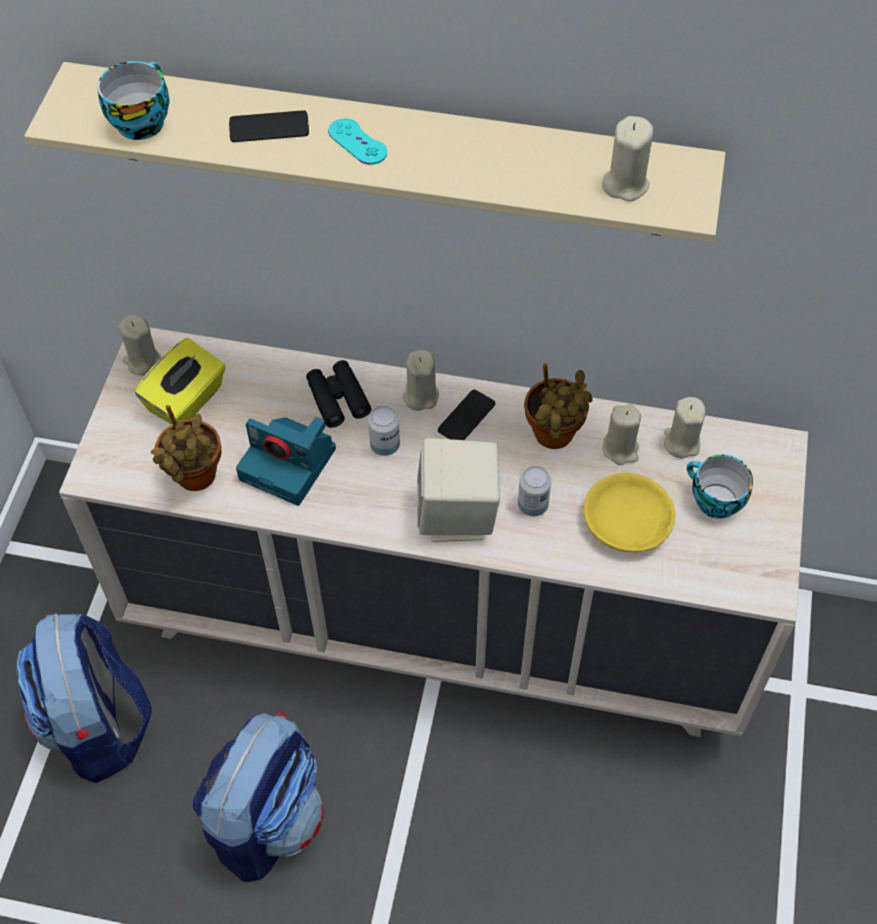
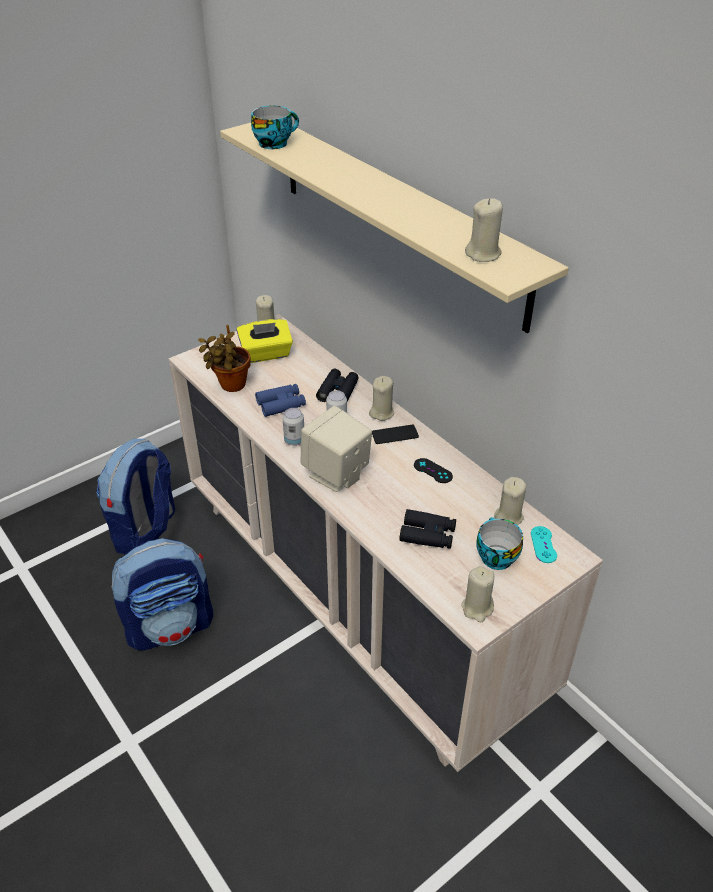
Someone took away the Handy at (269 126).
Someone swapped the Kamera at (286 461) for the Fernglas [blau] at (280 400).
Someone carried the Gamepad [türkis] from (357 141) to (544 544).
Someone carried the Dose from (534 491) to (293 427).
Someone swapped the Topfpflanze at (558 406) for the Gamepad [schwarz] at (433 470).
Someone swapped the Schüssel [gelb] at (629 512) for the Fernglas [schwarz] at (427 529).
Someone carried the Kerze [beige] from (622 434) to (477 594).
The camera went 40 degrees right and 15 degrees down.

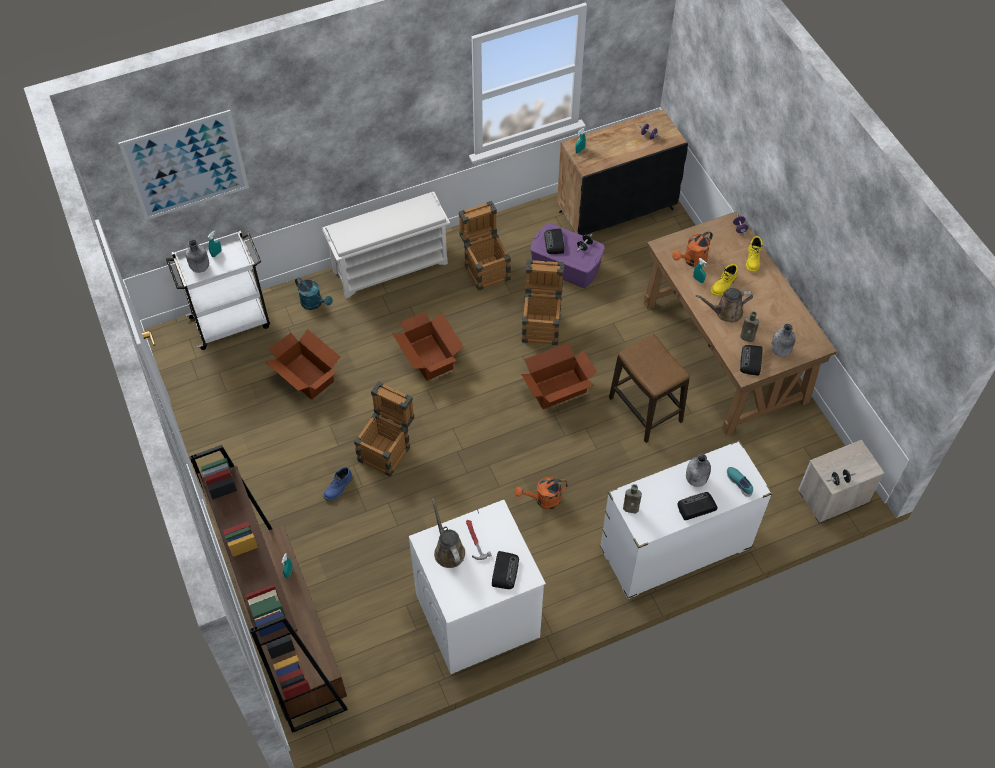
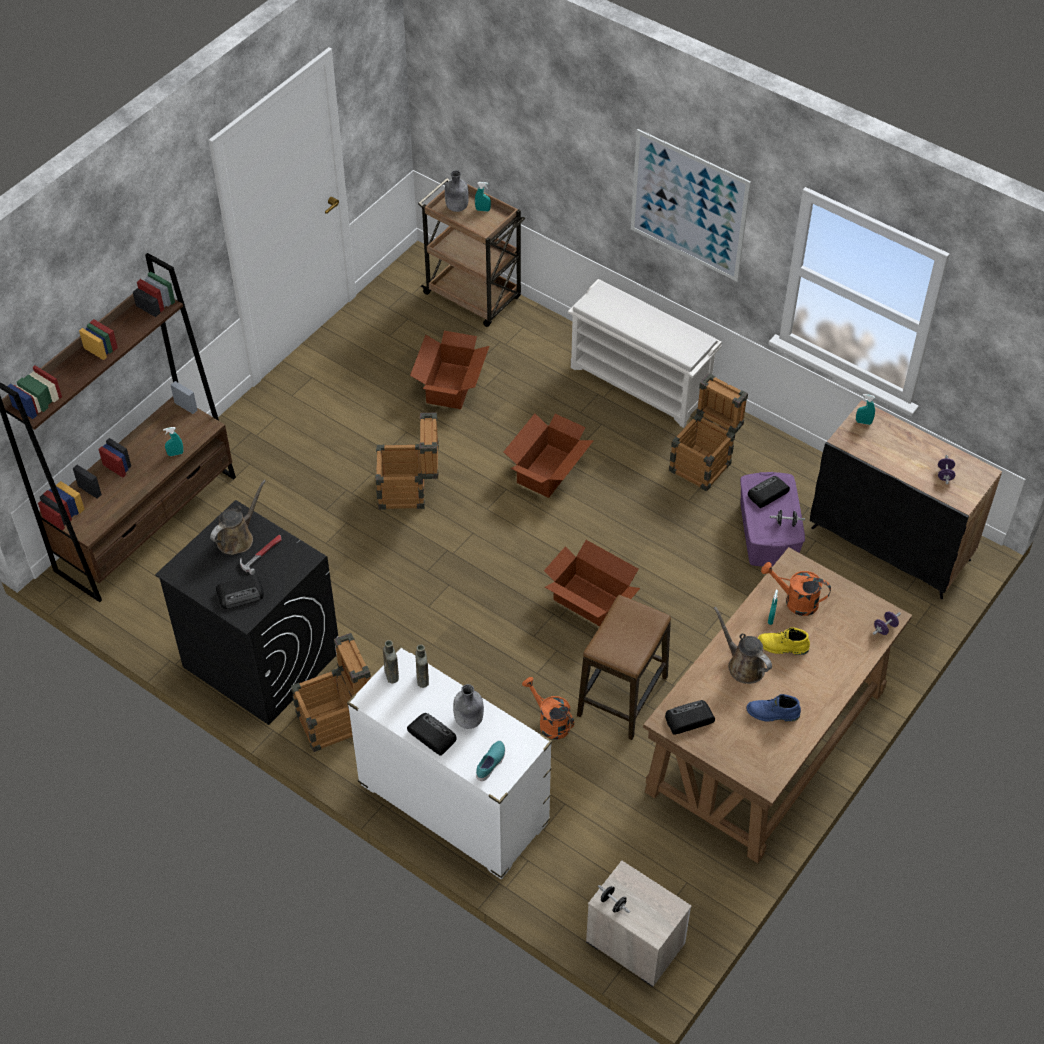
Someone carried the Bild from (183 165) to (691 205).
Someone repainted the Rollwagen [weiß] at (218 290), which became the Rollwagen [braun] at (471 252).
Someone took away the Gießkanne [türkis] at (314 293).
Someone carried the Stiefel [blau] from (337 483) to (773 708).
Someone repainted the Waschmaschine [weiß] at (477 587), which became the Waschmaschine [schwarz] at (246 612).
Someone carried the Gießkanne [orange] from (541 493) to (548 708).
Someone carried the Kiste from (543 302) to (331 692).
Someone carried the Flasche [braun] from (749 326) to (422 666).
Someone took away the Stiefel [gelb] at (754 254).
Someone took away the Flasche [grau] at (783 340).
The camera went 60 degrees right and 5 degrees down.

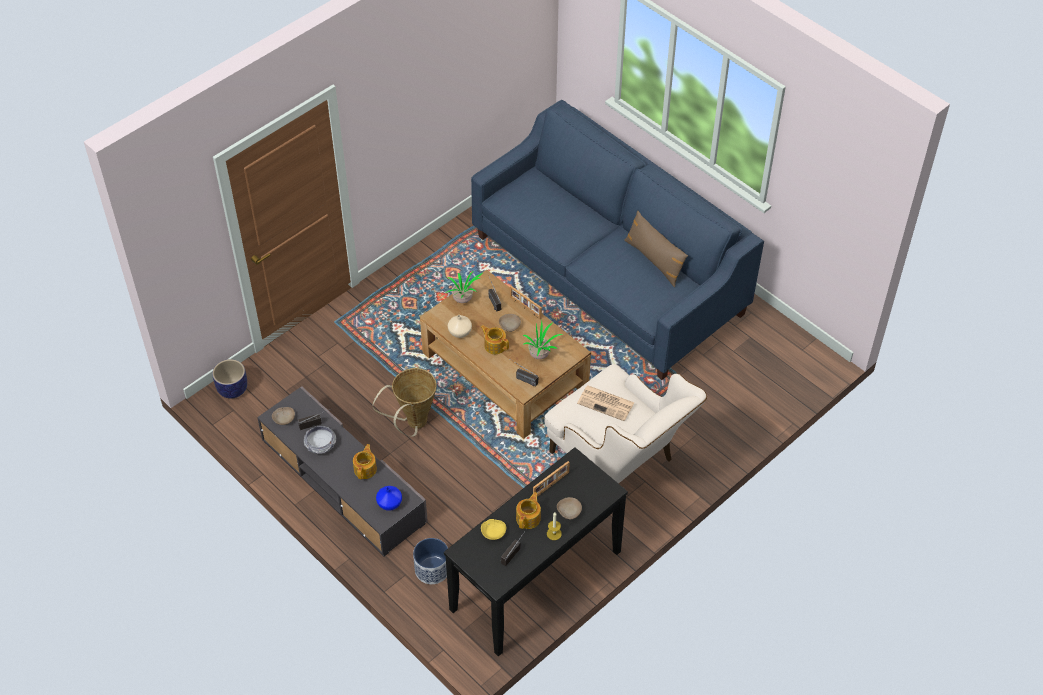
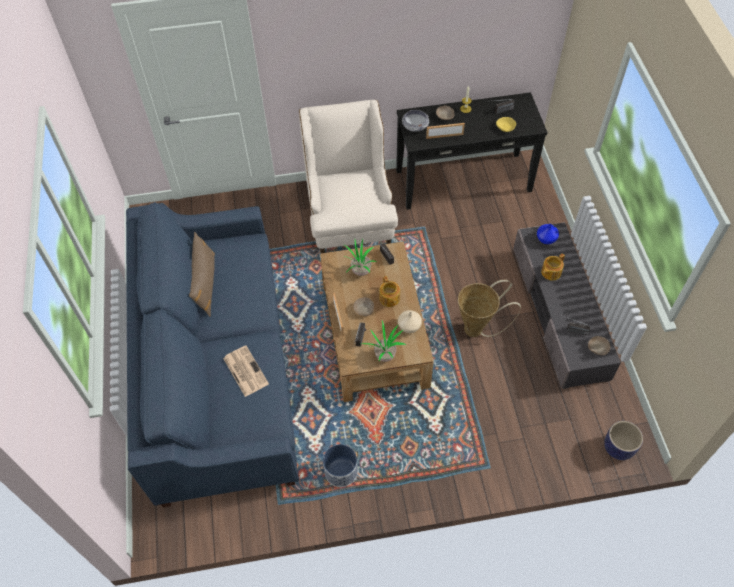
Someone carried the Schüssel from (320 440) to (415 121).
Someone carried the Pflanzkübel from (430 561) to (340 465).
Someone took away the Teekanne at (528 510).
Someone carried the Zeitung from (605 403) to (246 371).
The camera went 145 degrees left and 5 degrees up.

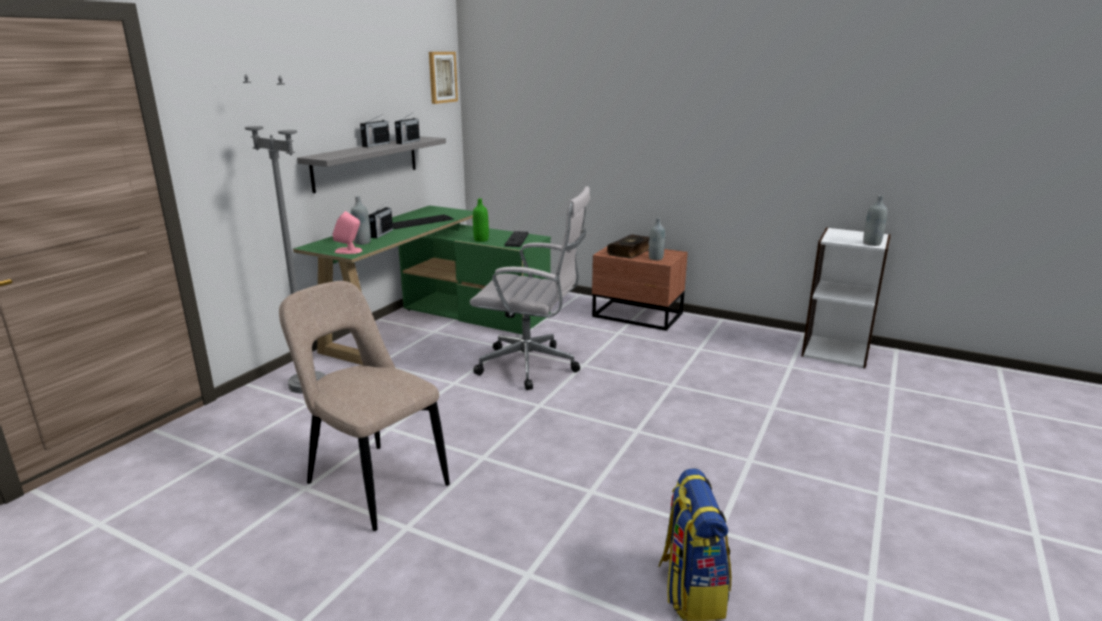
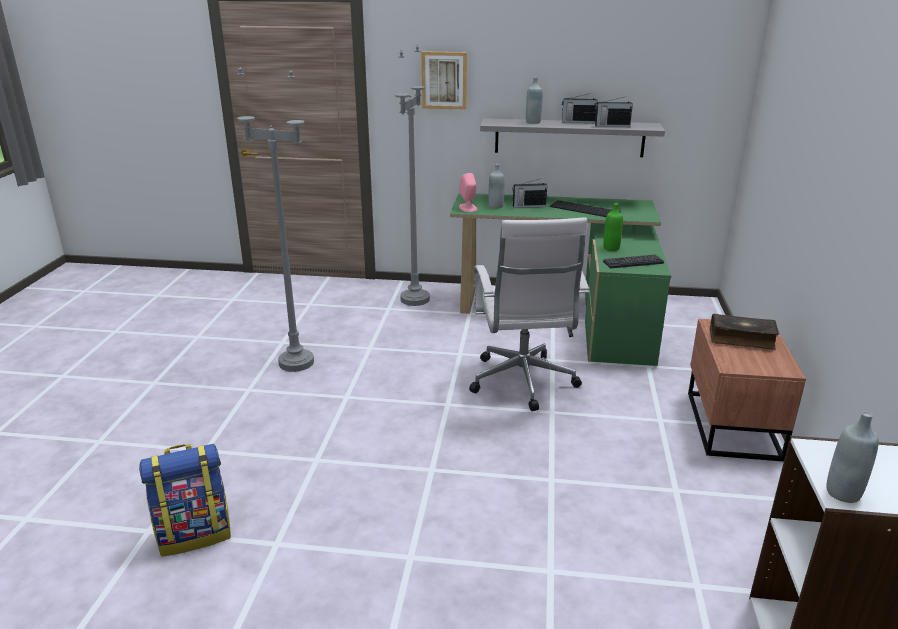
Someone swapped the Stuhl [beige] at (364 406) for the Stehlampe [grau] at (275 219).
Someone carried the Bild from (443 78) to (444 80).
Someone carried the Flasche [grau] from (657 239) to (534 100).
The camera went 70 degrees right and 5 degrees up.

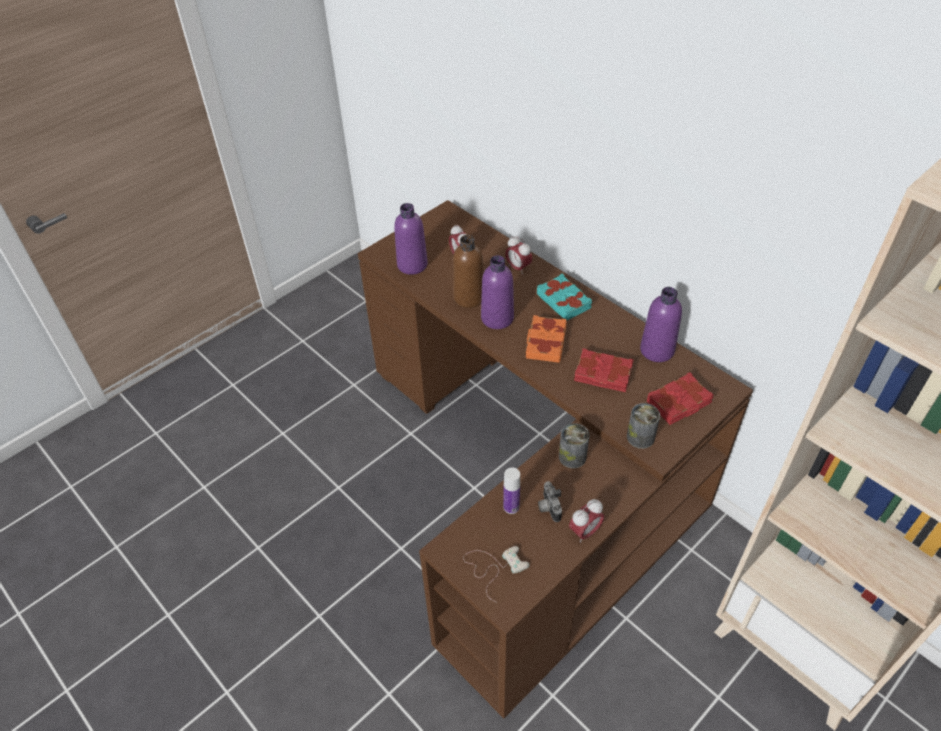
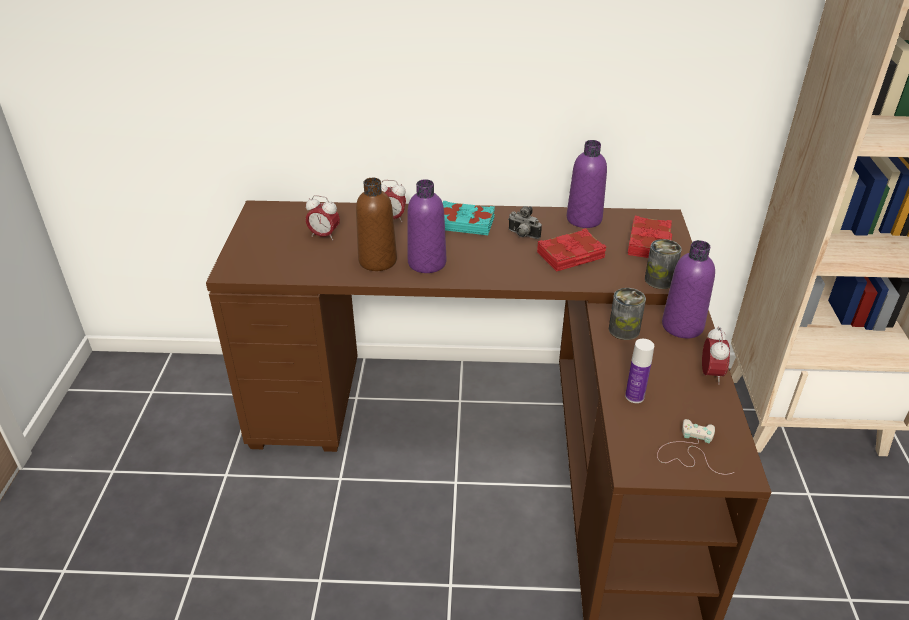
Someone carried the Flasche [lila] from (411 239) to (688 289).
Someone took away the Buch [orange] at (546 339).
Someone carried the Kamera from (550 501) to (525 222).
The camera went 45 degrees left and 10 degrees down.

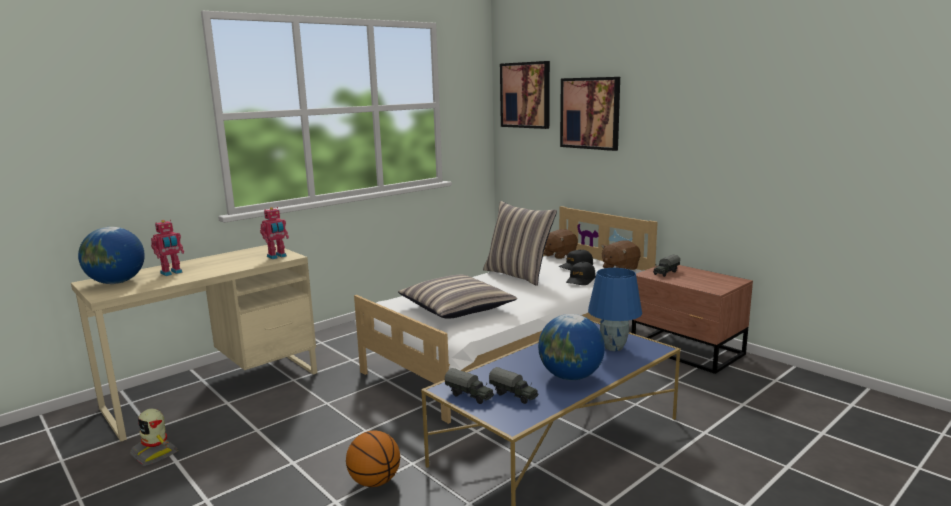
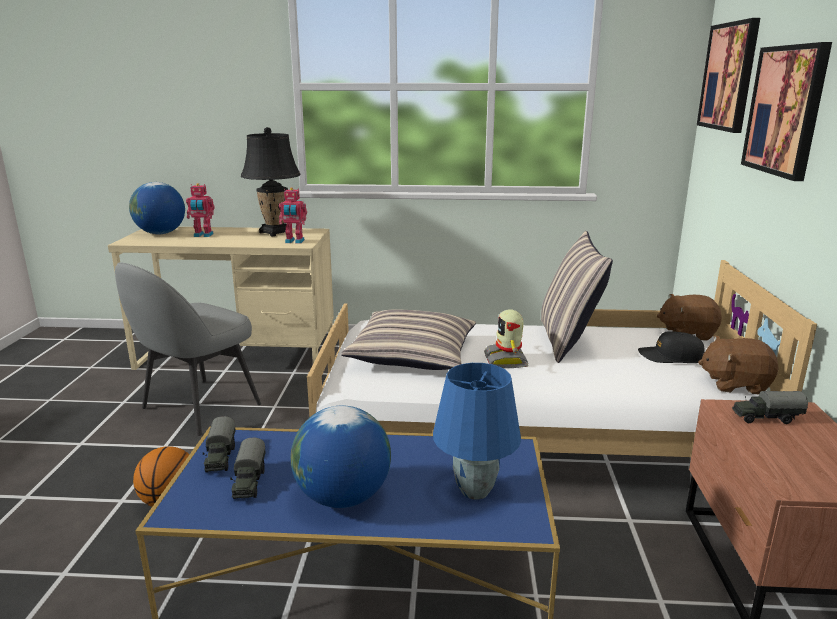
Someone carried the Spielzeugroboter from (154 437) to (506 338).
Someone took away the Kappe [schwarz] at (581 273).
Someone put down the Stuhl [grau] at (188 349).
Someone put down the Tischlampe [schwarz] at (271 182).
The camera went 45 degrees right and 5 degrees up.

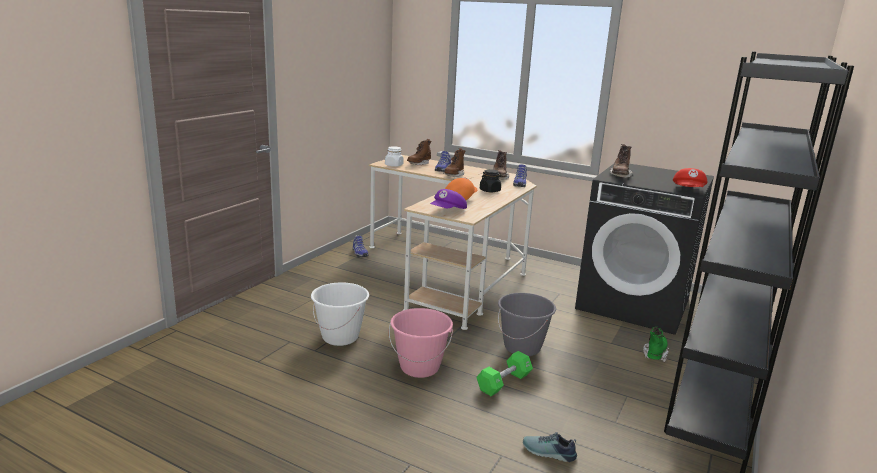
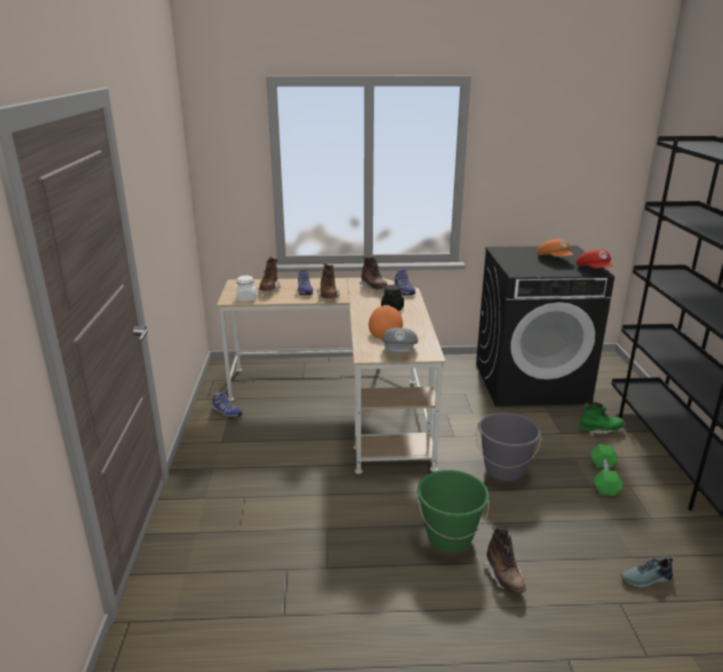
Someone took away the Eimer [weiß] at (340 314).
Someone repainted the Eimer [rosa] at (421 343), which became the Eimer [grün] at (453 511).
Someone repainted the Kappe [lila] at (448 199), which became the Kappe [grau] at (400 340).
Someone carried the Hantel [grün] from (504 373) to (607 470).
Someone carried the Stiefel [braun] from (621 161) to (505 559).
Someone rotated the Stiefel [grün] at (656 344) by 90 degrees clockwise.
Someone put down the Kappe [orange] at (555 248).
The camera went 30 degrees left and 5 degrees up.

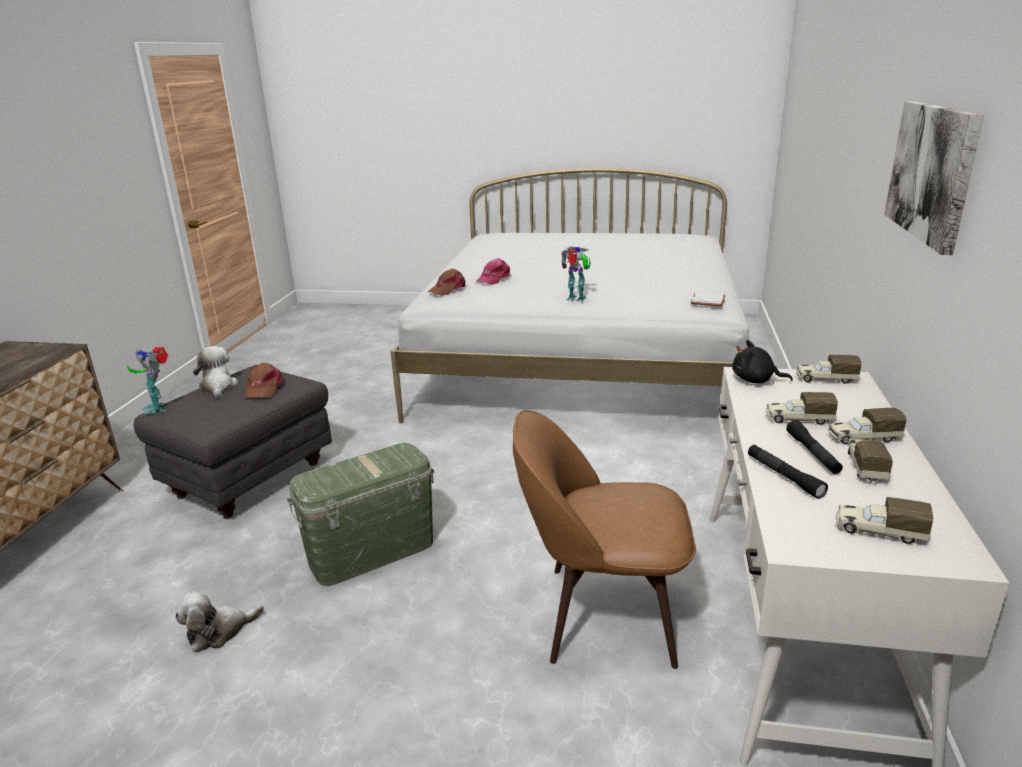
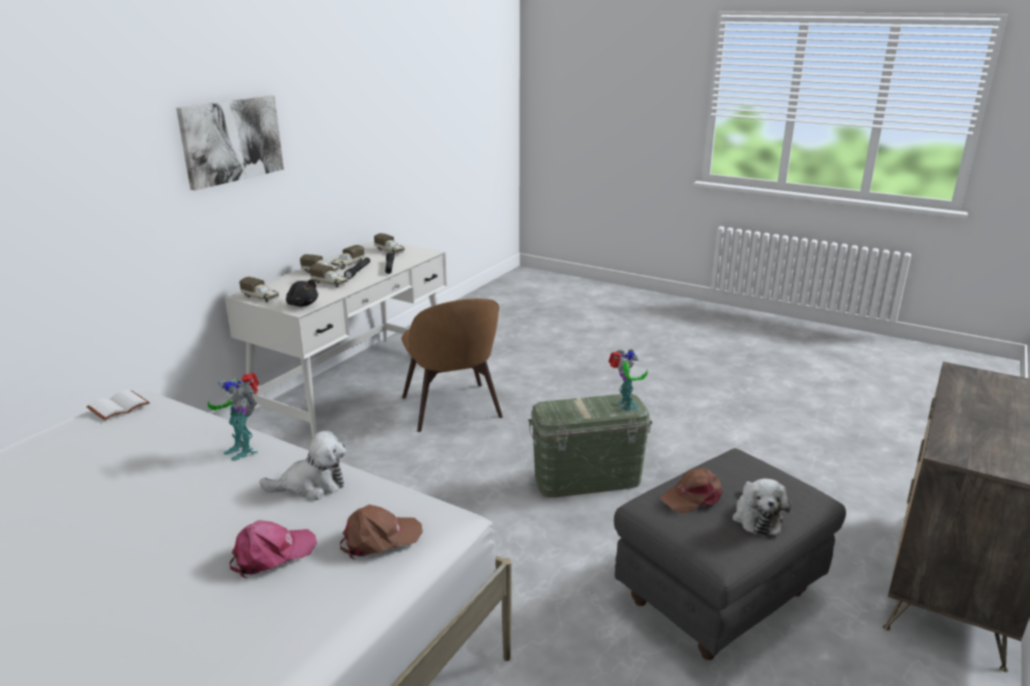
Someone carried the Spielzeugroboter from (147 380) to (628 380).
Someone carried the Plüschtier from (219 621) to (303 465).
Someone rotated the Kappe [braun] at (264 380) by 135 degrees counterclockwise.
Someone rotated the Stuhl [braun] at (604 539) by 45 degrees clockwise.
The camera went 160 degrees left and 0 degrees up.

